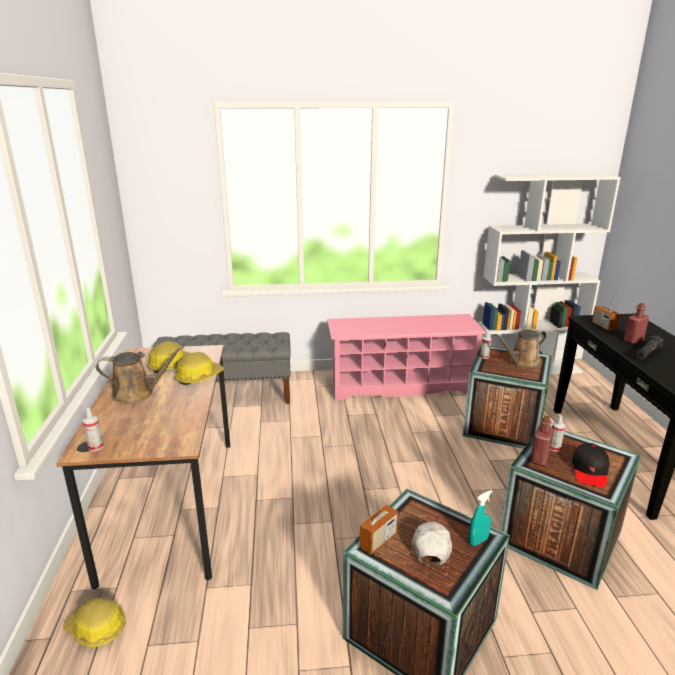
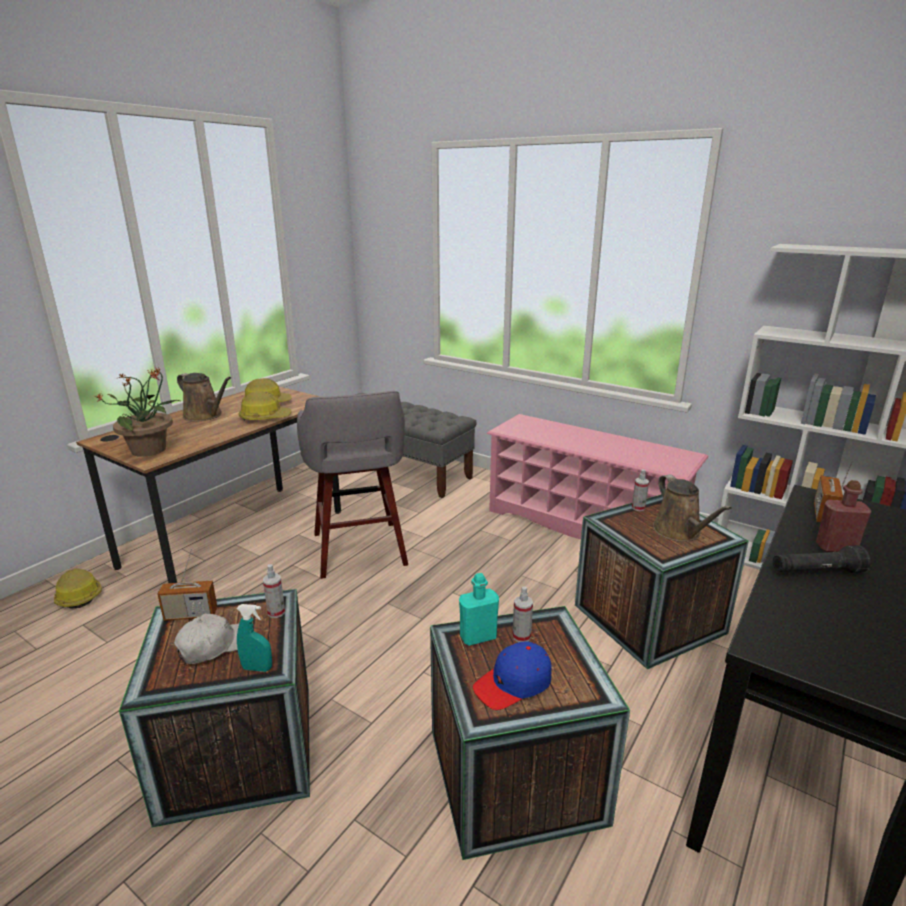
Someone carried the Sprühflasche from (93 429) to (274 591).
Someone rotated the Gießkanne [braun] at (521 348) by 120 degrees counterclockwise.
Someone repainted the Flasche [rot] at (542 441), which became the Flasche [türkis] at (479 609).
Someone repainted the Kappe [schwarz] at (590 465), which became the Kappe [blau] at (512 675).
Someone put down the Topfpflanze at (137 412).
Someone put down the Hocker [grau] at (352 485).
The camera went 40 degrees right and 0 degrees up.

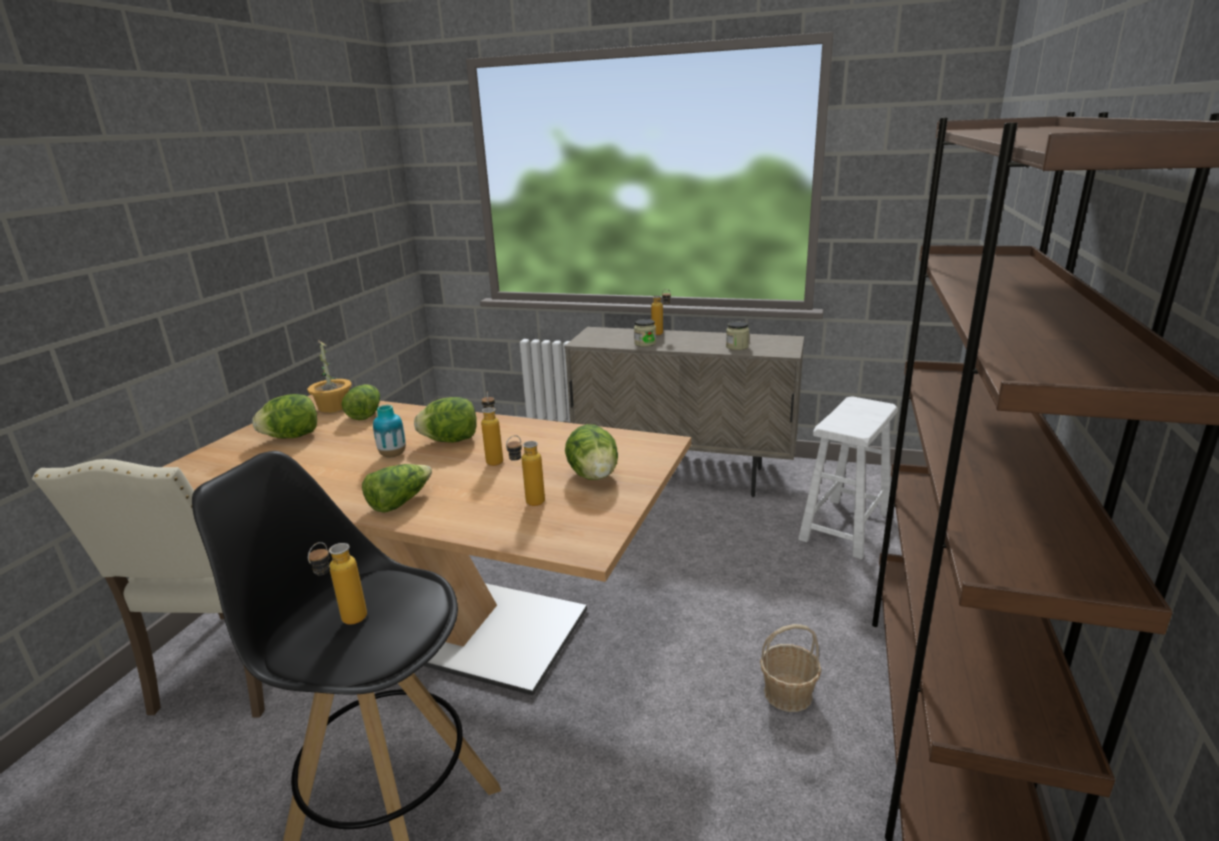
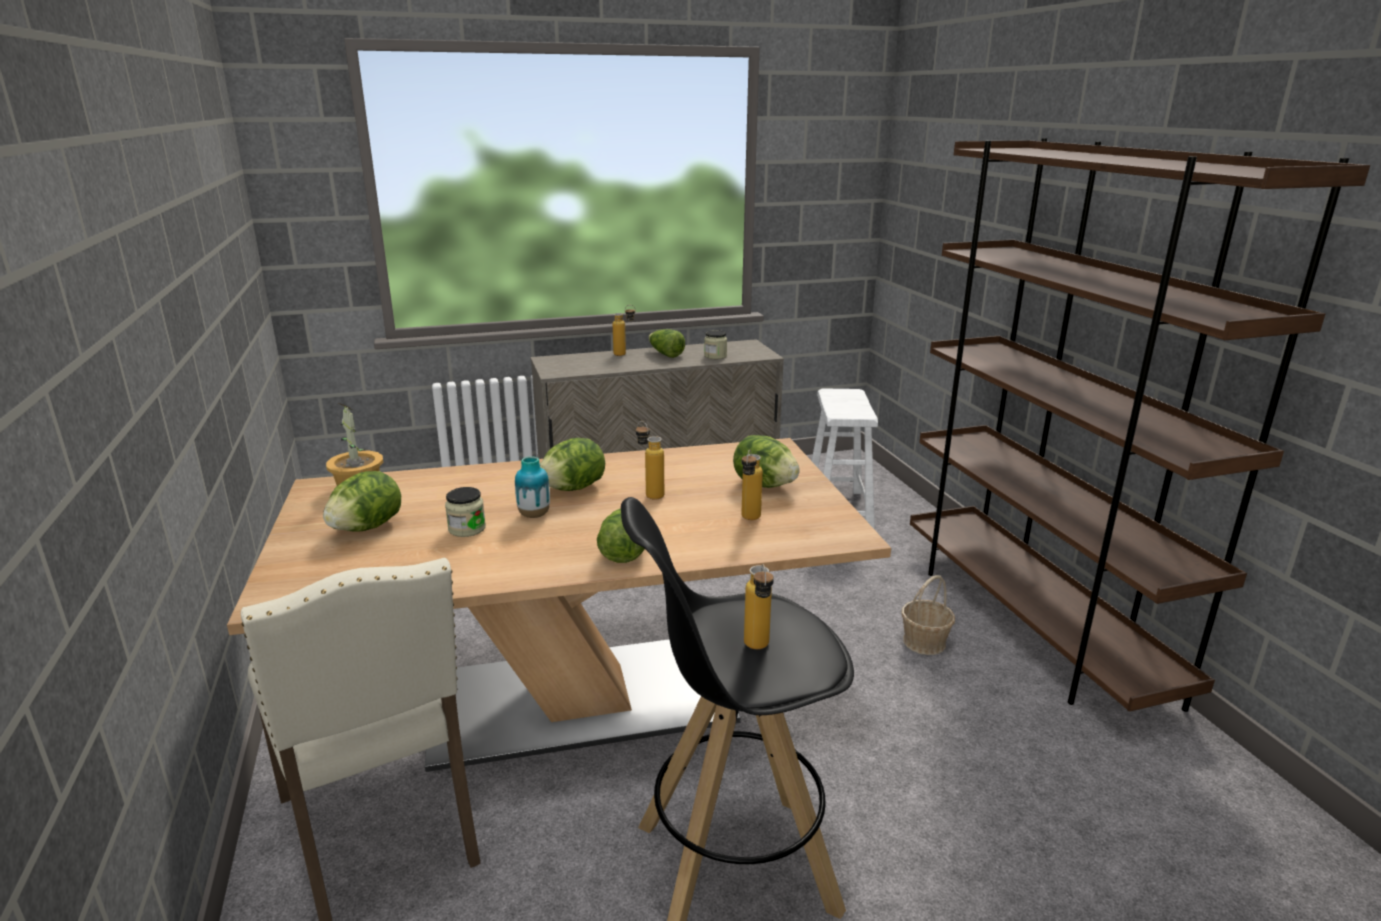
Someone carried the Salatkopf from (360 402) to (667 343).
Someone carried the Vorratsglas from (645 333) to (465 512).
The camera went 35 degrees left and 0 degrees up.

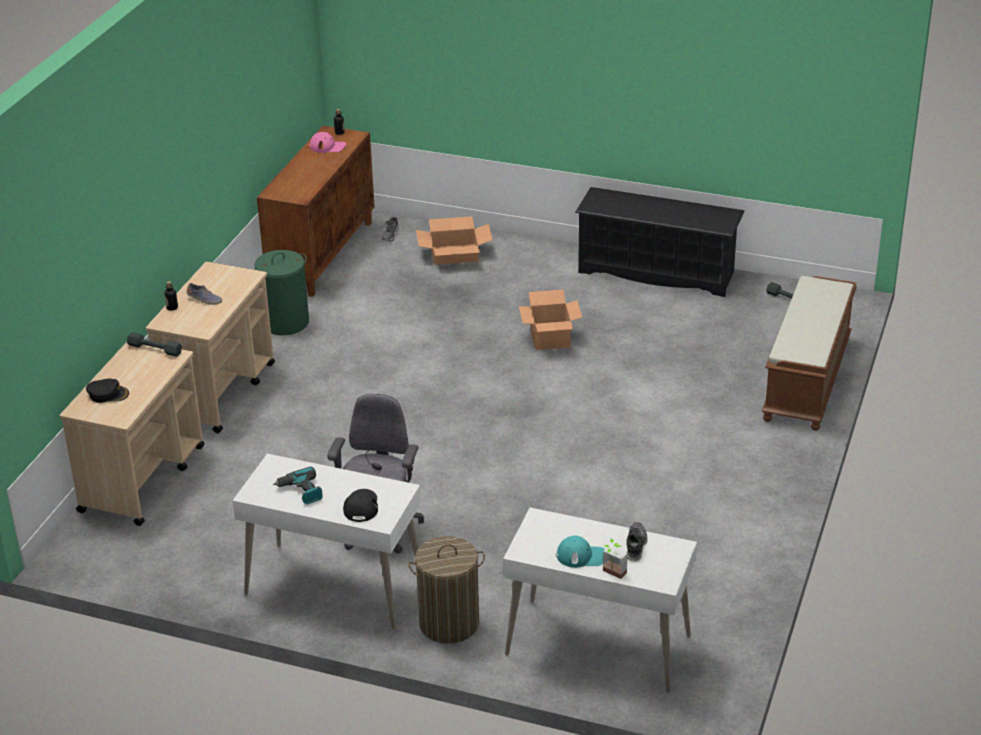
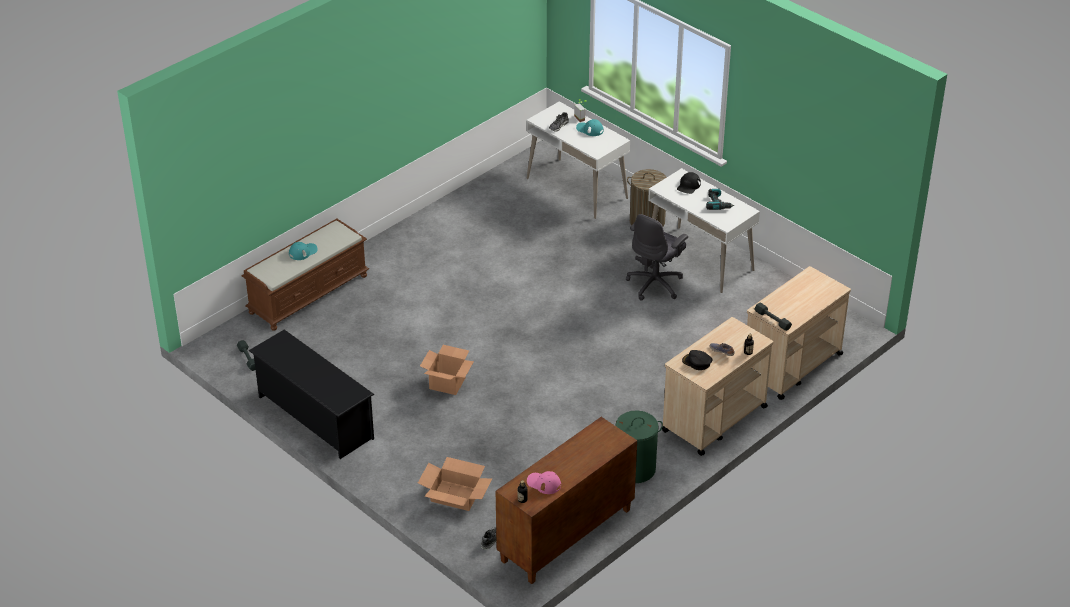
Someone carried the Kappe [schwarz] from (107 391) to (697 360).
Someone put down the Kappe [türkis] at (303 251).
The camera went 155 degrees left and 5 degrees up.

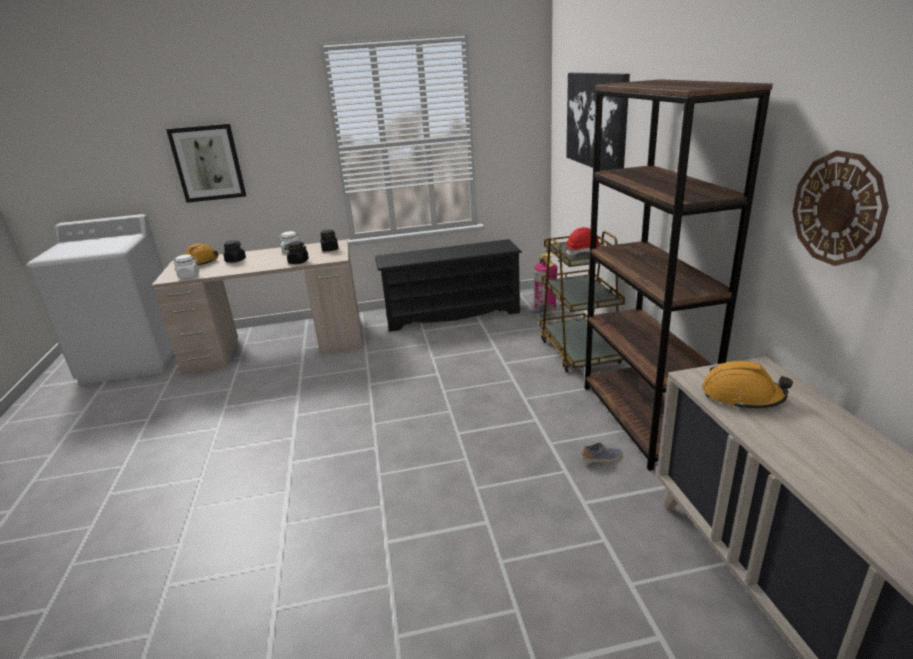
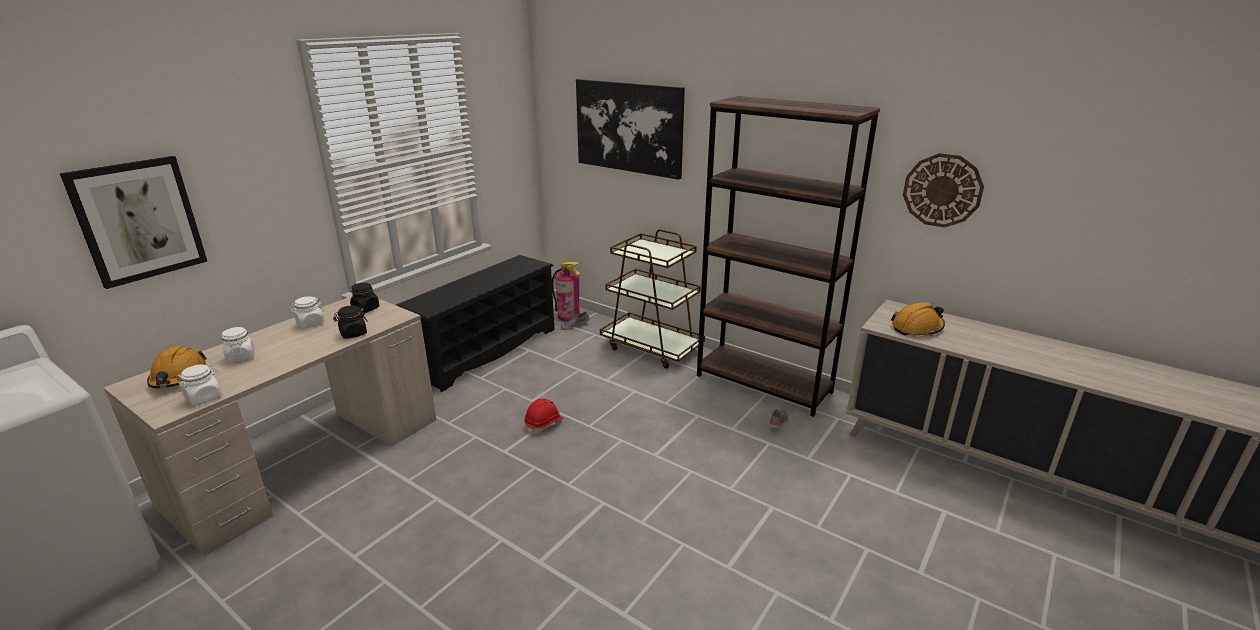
Someone repainted the Vorratsglas [schwarz] at (235 251), which became the Vorratsglas [weiß] at (238 345).
Someone carried the Schutzhelm [rot] from (583 241) to (543 417).
The camera went 45 degrees left and 0 degrees up.

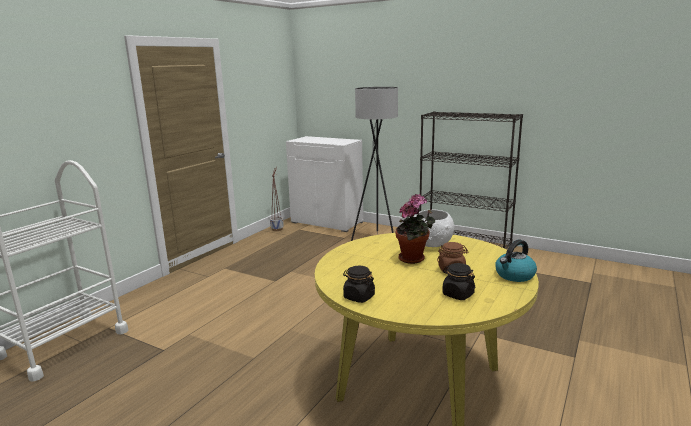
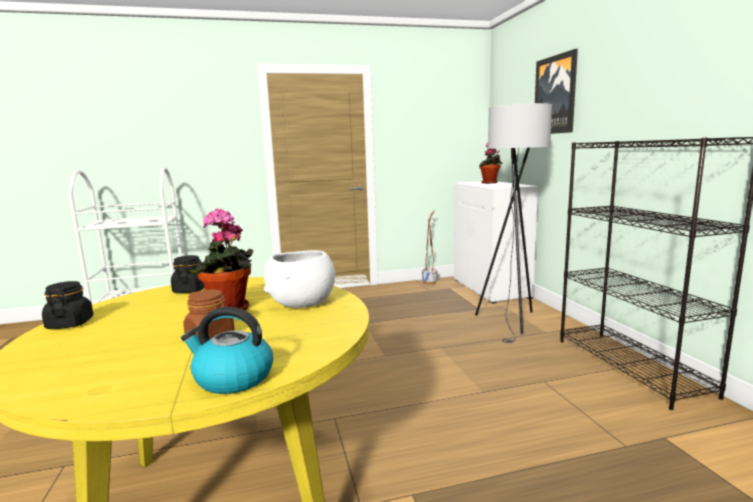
Someone carried the Vorratsglas [schwarz] from (458 281) to (188 274).
Someone put down the Topfpflanze at (490 163).
Someone put up the Bild at (556 91).
The camera went 45 degrees right and 5 degrees down.

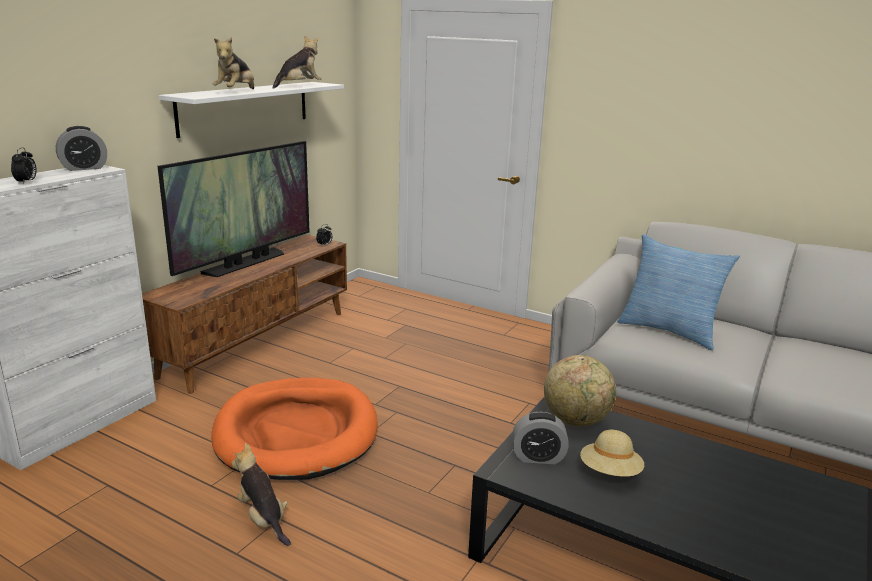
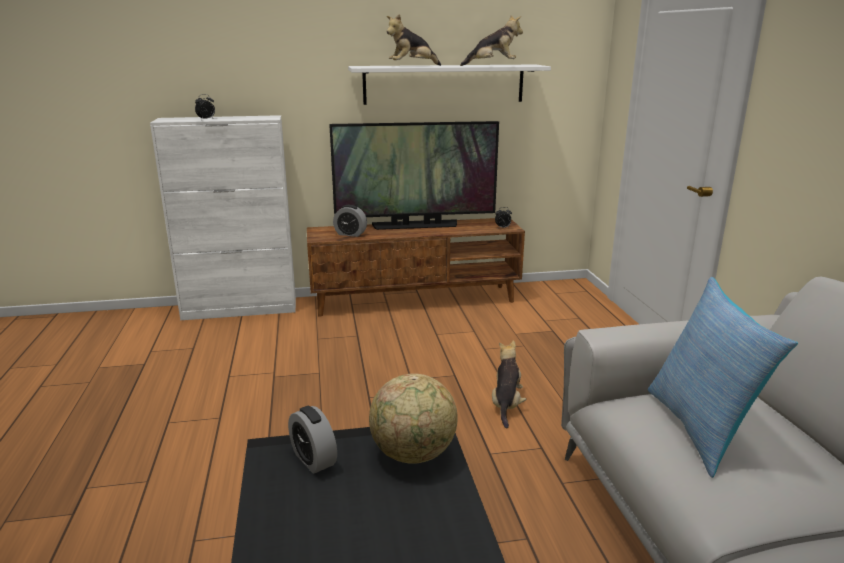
Someone carried the Wecker from (81 148) to (350 221).
Someone took away the Hundebett [orange] at (294 429).
Someone carried the Plüschtier from (261 494) to (509 384).
Someone took away the Hut [beige] at (612 453).
The camera went 50 degrees right and 0 degrees up.

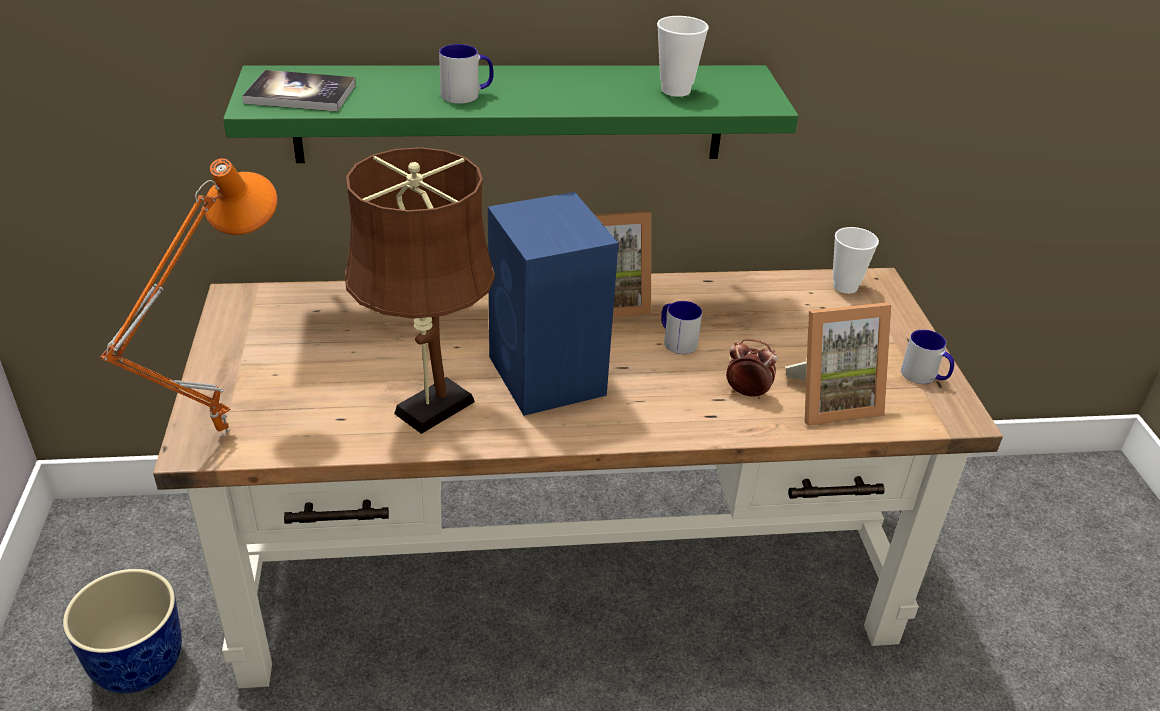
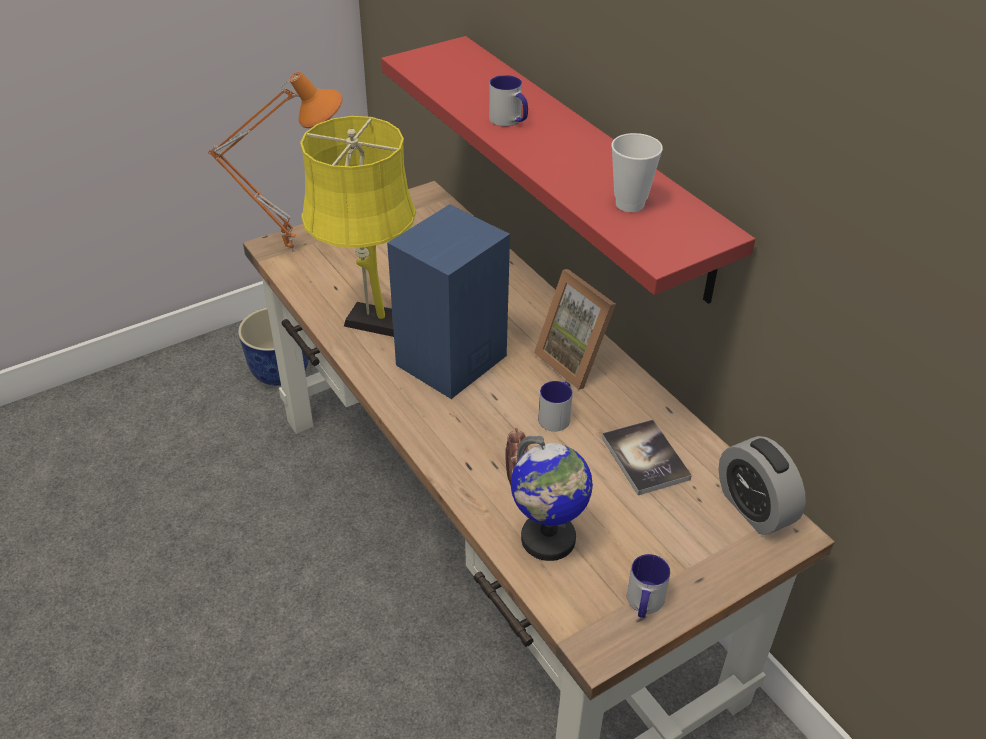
Someone repainted the Wandregal [grün] at (510 114), which became the Wandregal [rot] at (568 170).
Someone carried the Buch from (299 91) to (647 457).
Someone repainted the Tischlampe [braun] at (420 290), which became the Tischlampe [gelb] at (358 226).
Someone swapped the Bilderrahmen at (838 364) for the Globus at (552 498).
Someone swapped the Tasse at (856 260) for the Wecker at (762 485).
The camera went 65 degrees right and 5 degrees up.

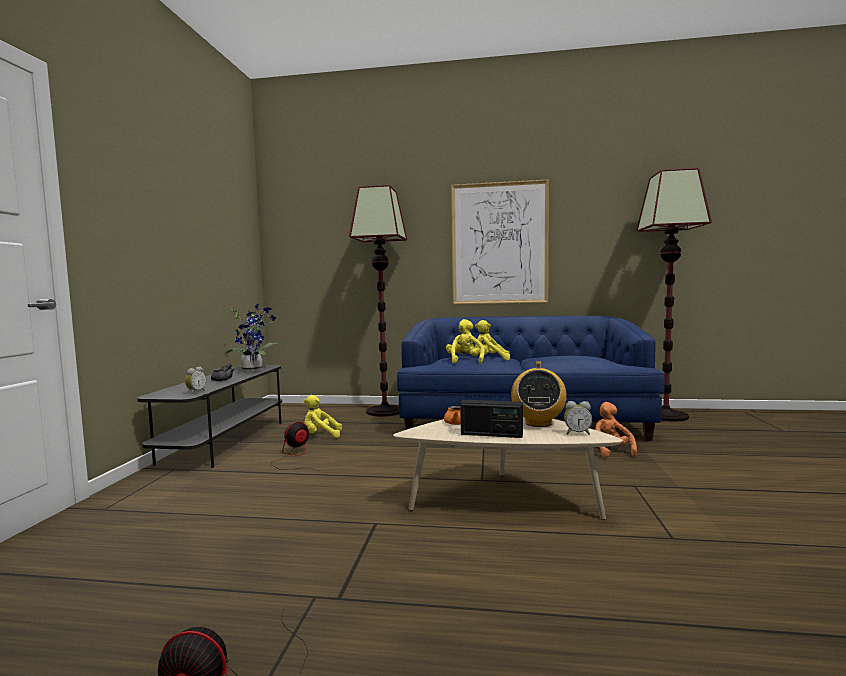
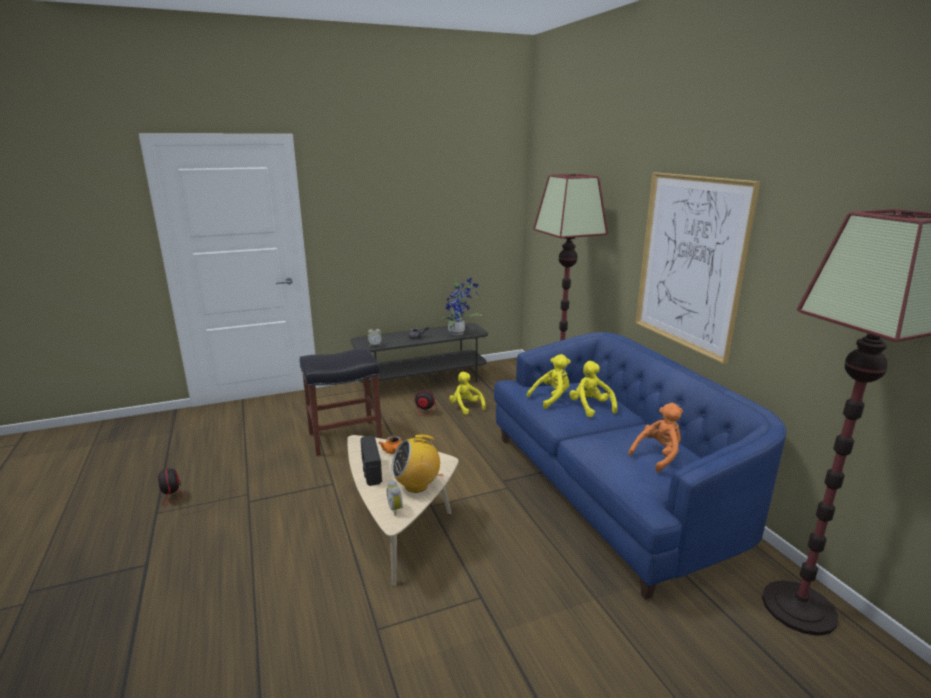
Someone carried the Plüschtier [orange] from (616 430) to (655 437).
Someone put down the Hocker [schwarz] at (341 402).
The camera went 60 degrees right and 15 degrees up.

